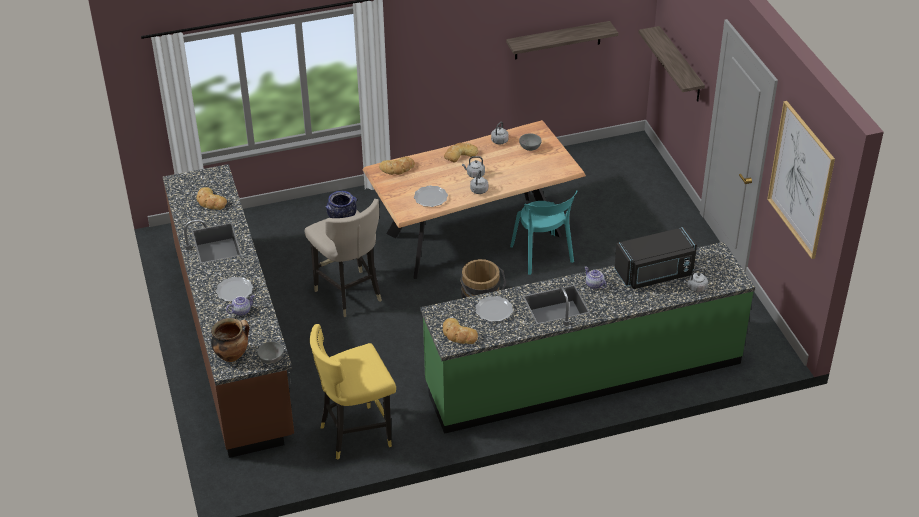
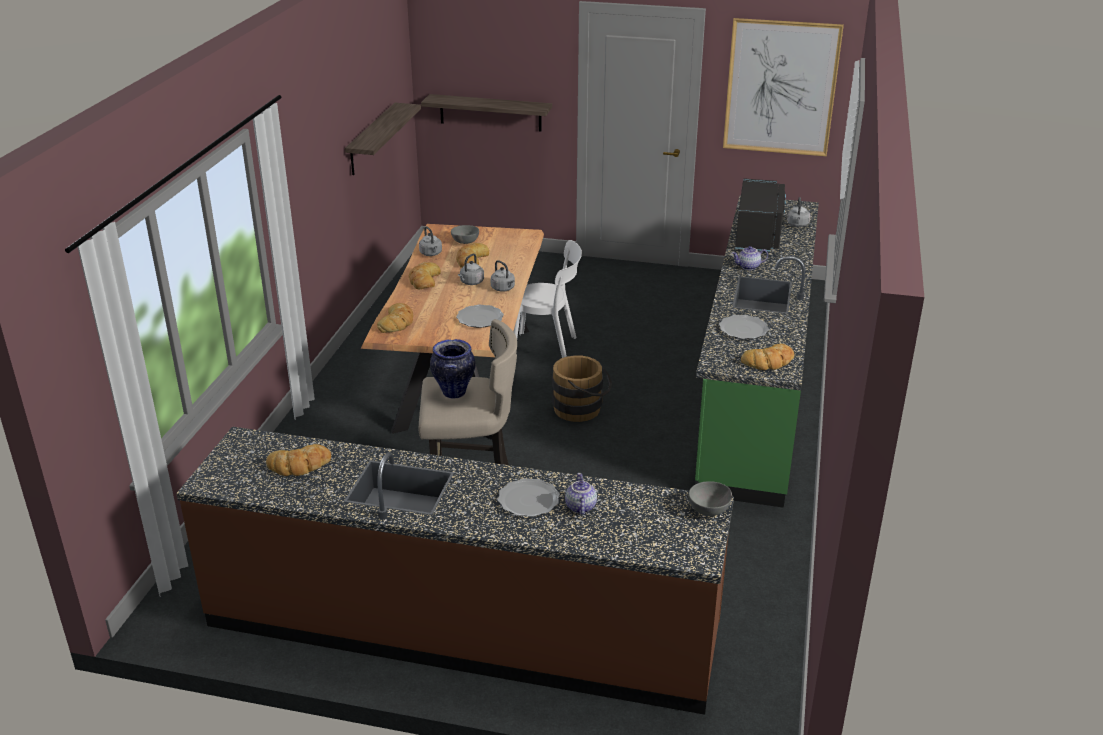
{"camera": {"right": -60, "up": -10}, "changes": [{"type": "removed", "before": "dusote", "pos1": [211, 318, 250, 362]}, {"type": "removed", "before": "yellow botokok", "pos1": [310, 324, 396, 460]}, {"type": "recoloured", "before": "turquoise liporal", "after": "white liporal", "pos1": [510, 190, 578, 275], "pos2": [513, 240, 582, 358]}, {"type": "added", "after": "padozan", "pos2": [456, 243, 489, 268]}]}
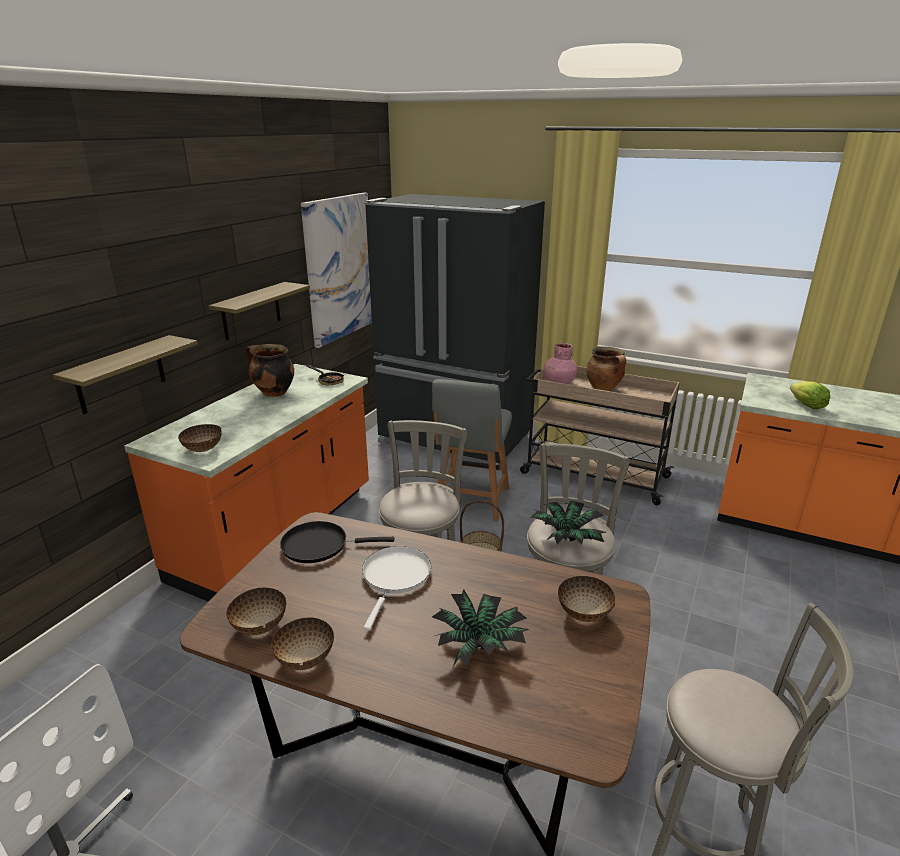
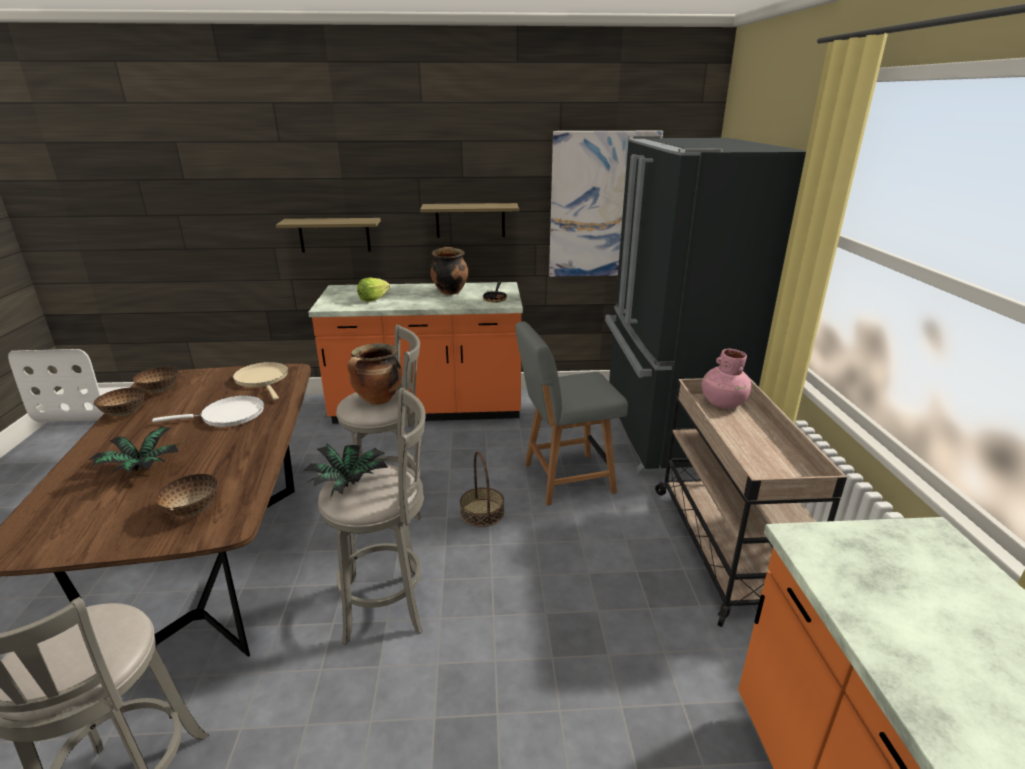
{"camera": {"right": 60, "up": 0}, "changes": [{"type": "removed", "before": "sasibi", "pos1": [178, 424, 222, 452]}, {"type": "recoloured", "before": "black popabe", "after": "beige popabe", "pos1": [280, 521, 394, 563], "pos2": [233, 362, 288, 400]}, {"type": "moved", "before": "dusote", "pos1": [586, 347, 626, 391], "pos2": [347, 343, 402, 405]}, {"type": "moved", "before": "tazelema", "pos1": [790, 381, 830, 410], "pos2": [357, 278, 390, 301]}]}
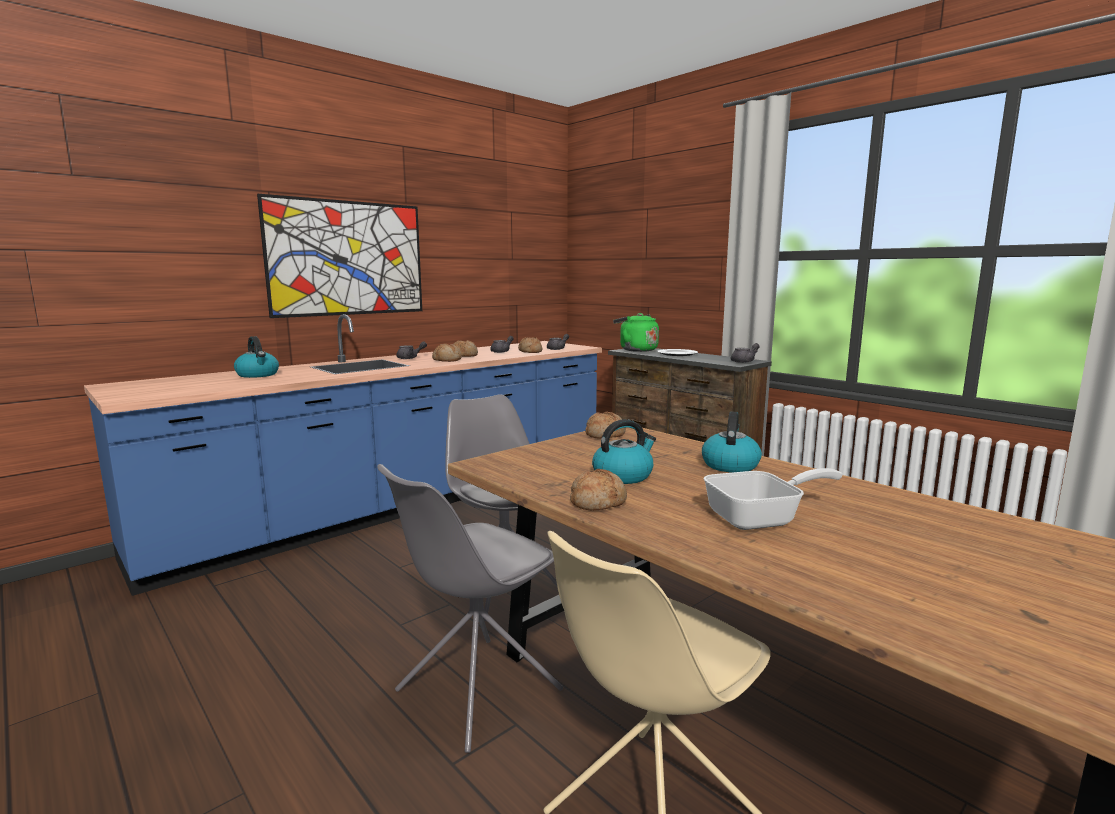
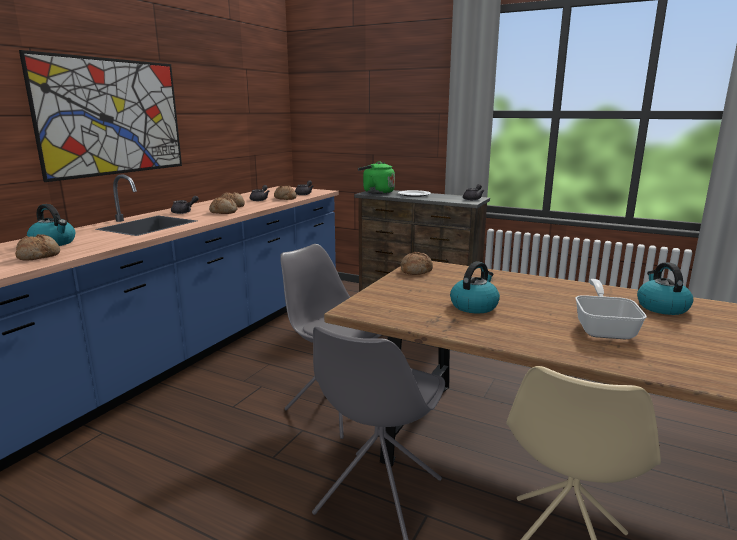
{"camera": {"right": -20, "up": 5}, "changes": [{"type": "moved", "before": "padozan", "pos1": [570, 469, 627, 511], "pos2": [15, 234, 60, 261]}, {"type": "moved", "before": "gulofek", "pos1": [702, 411, 762, 473], "pos2": [637, 262, 693, 315]}, {"type": "turned", "before": "popabe", "pos1": [704, 468, 843, 530], "pos2": [575, 279, 647, 339], "turn": -45}]}
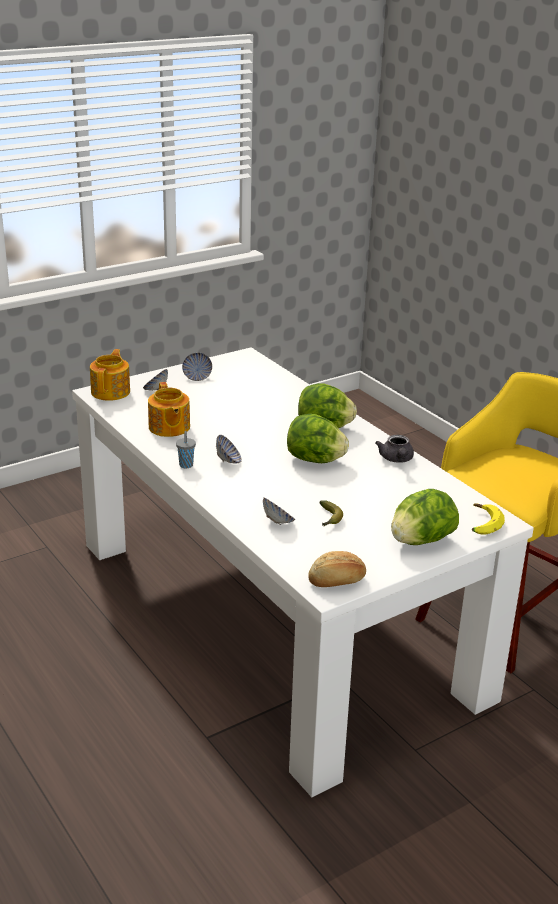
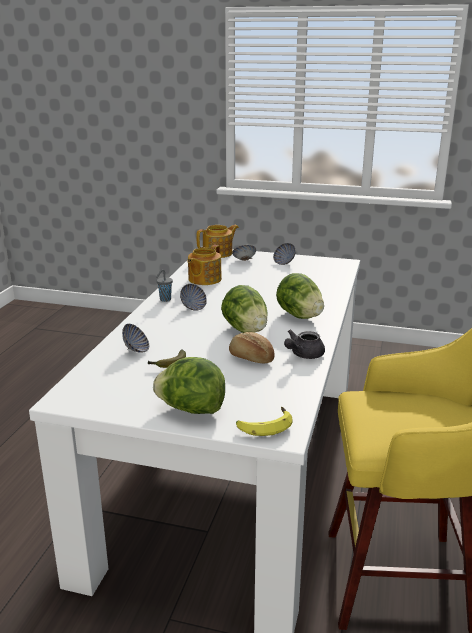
{"camera": {"right": 50, "up": -5}, "changes": [{"type": "moved", "before": "padozan", "pos1": [308, 551, 366, 587], "pos2": [229, 332, 275, 363]}]}
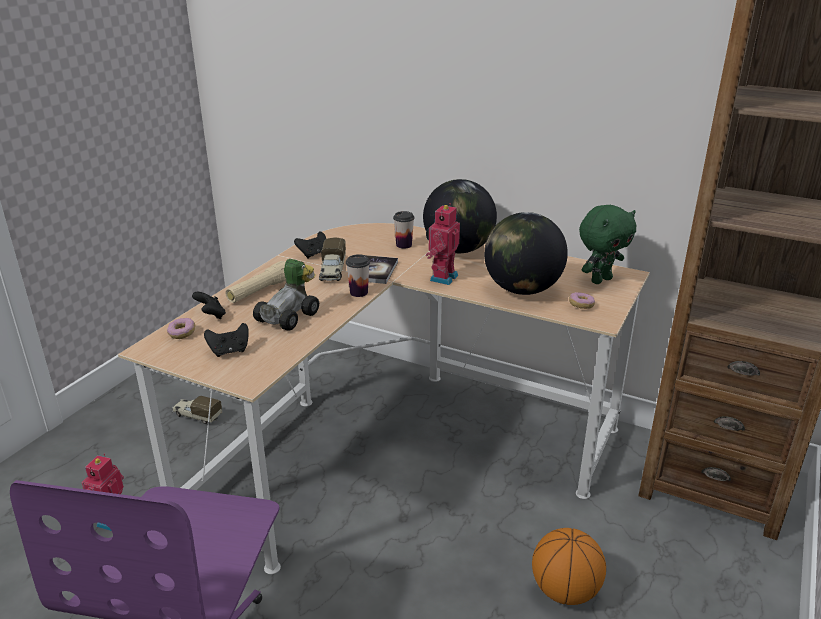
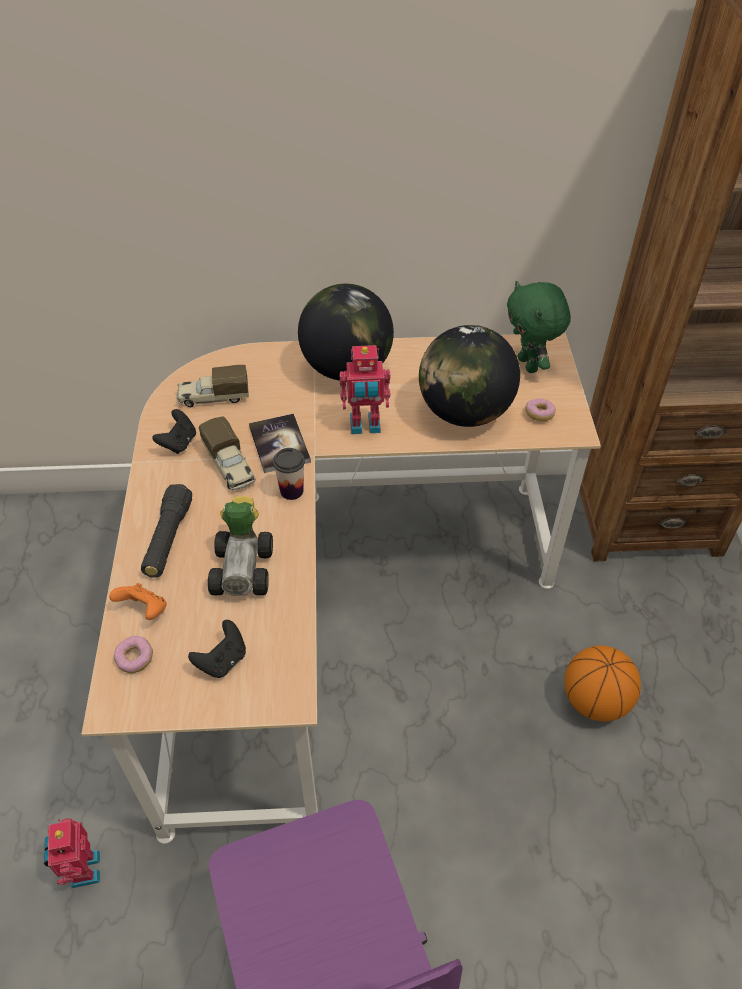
{"camera": {"right": -30, "up": 20}, "changes": [{"type": "moved", "before": "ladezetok", "pos1": [172, 396, 222, 424], "pos2": [177, 365, 249, 407]}, {"type": "recoloured", "before": "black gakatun", "after": "orange gakatun", "pos1": [192, 292, 226, 319], "pos2": [109, 583, 167, 620]}, {"type": "recoloured", "before": "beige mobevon", "after": "black mobevon", "pos1": [225, 261, 286, 303], "pos2": [141, 484, 192, 578]}, {"type": "removed", "before": "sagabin", "pos1": [393, 211, 414, 249]}, {"type": "turned", "before": "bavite", "pos1": [426, 203, 460, 285], "pos2": [340, 345, 391, 434], "turn": -90}, {"type": "turned", "before": "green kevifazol", "pos1": [579, 205, 636, 284], "pos2": [507, 281, 571, 373], "turn": 135}]}
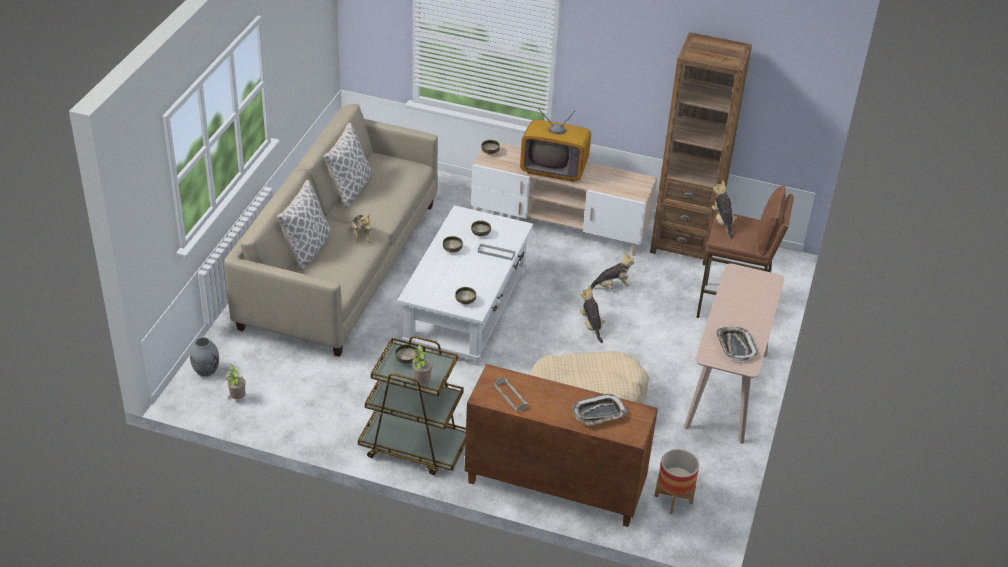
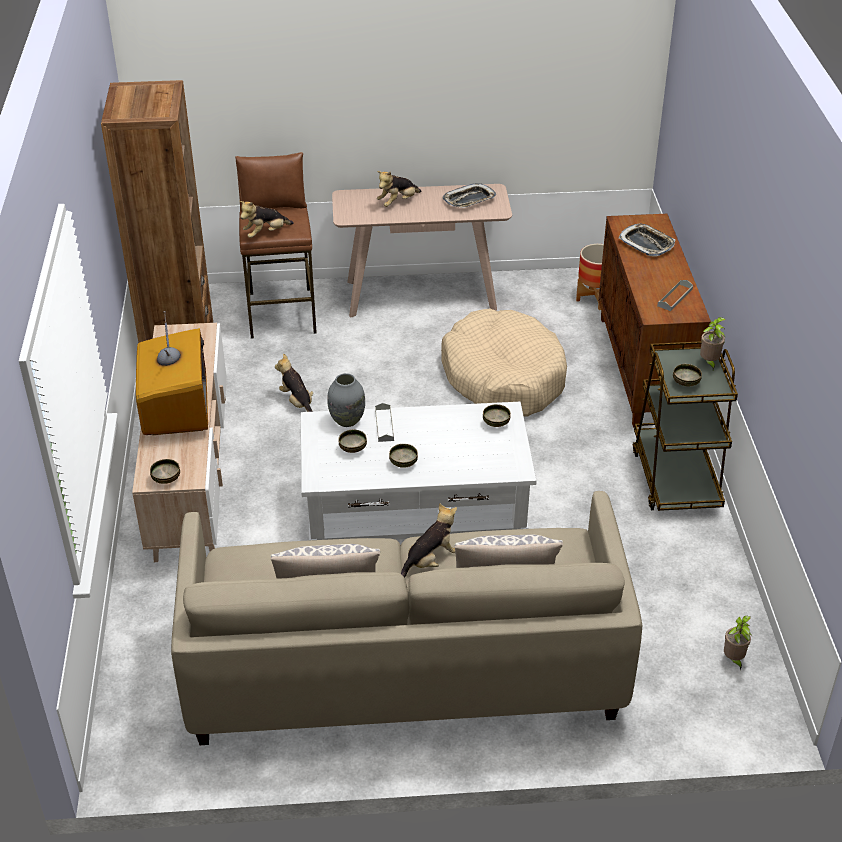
{"camera": {"right": -110, "up": 0}, "changes": [{"type": "moved", "before": "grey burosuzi", "pos1": [190, 337, 219, 377], "pos2": [327, 373, 365, 427]}, {"type": "moved", "before": "kevifazol", "pos1": [580, 286, 605, 343], "pos2": [377, 171, 421, 207]}]}
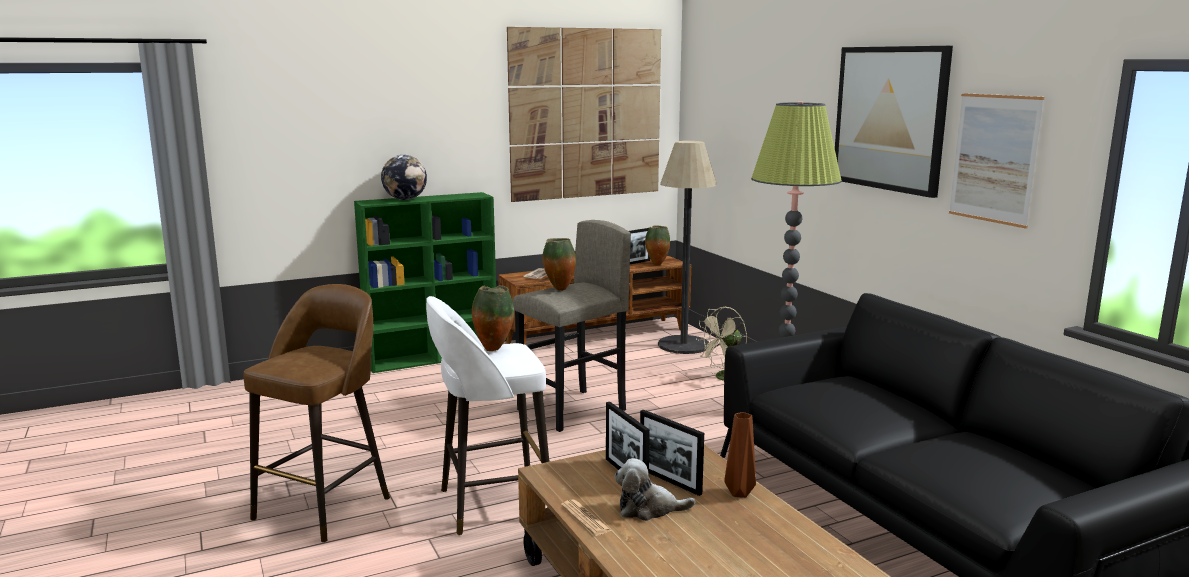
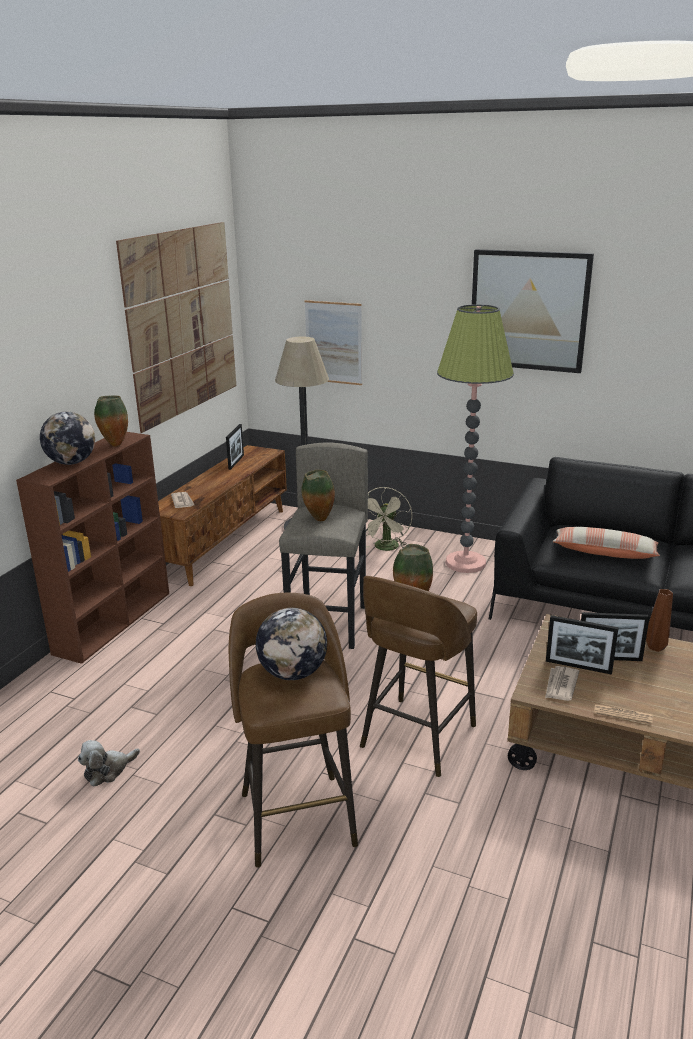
{"camera": {"right": -40, "up": 10}, "changes": [{"type": "recoloured", "before": "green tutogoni", "after": "brown tutogoni", "pos1": [354, 192, 496, 373], "pos2": [16, 432, 169, 664]}, {"type": "recoloured", "before": "white botokok", "after": "brown botokok", "pos1": [426, 296, 549, 535], "pos2": [360, 576, 477, 777]}, {"type": "moved", "before": "kevifazol", "pos1": [615, 458, 695, 521], "pos2": [78, 740, 140, 787]}, {"type": "moved", "before": "burosuzi", "pos1": [645, 225, 670, 265], "pos2": [94, 396, 128, 447]}, {"type": "moved", "before": "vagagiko", "pos1": [949, 93, 1044, 229], "pos2": [304, 300, 362, 385]}, {"type": "added", "after": "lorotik", "pos2": [256, 608, 327, 680]}, {"type": "added", "after": "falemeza", "pos2": [545, 666, 579, 701]}, {"type": "added", "after": "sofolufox", "pos2": [553, 527, 660, 559]}]}
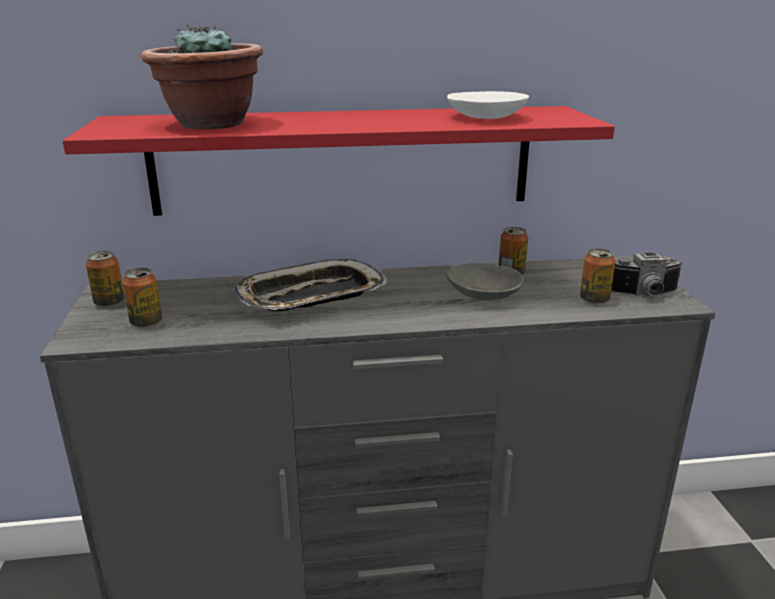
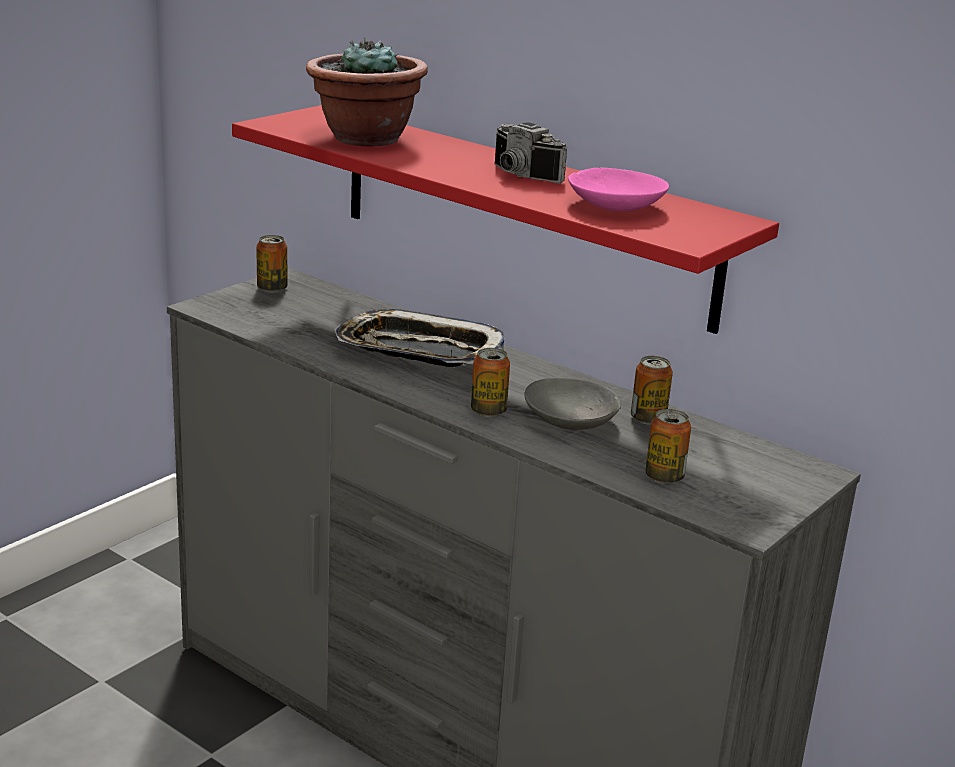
{"camera": {"right": 45, "up": 0}, "changes": [{"type": "moved", "before": "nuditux", "pos1": [122, 268, 162, 328], "pos2": [471, 348, 510, 417]}, {"type": "recoloured", "before": "white sasibi", "after": "pink sasibi", "pos1": [447, 91, 529, 119], "pos2": [568, 167, 669, 211]}, {"type": "moved", "before": "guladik", "pos1": [611, 253, 682, 296], "pos2": [495, 122, 567, 184]}]}
